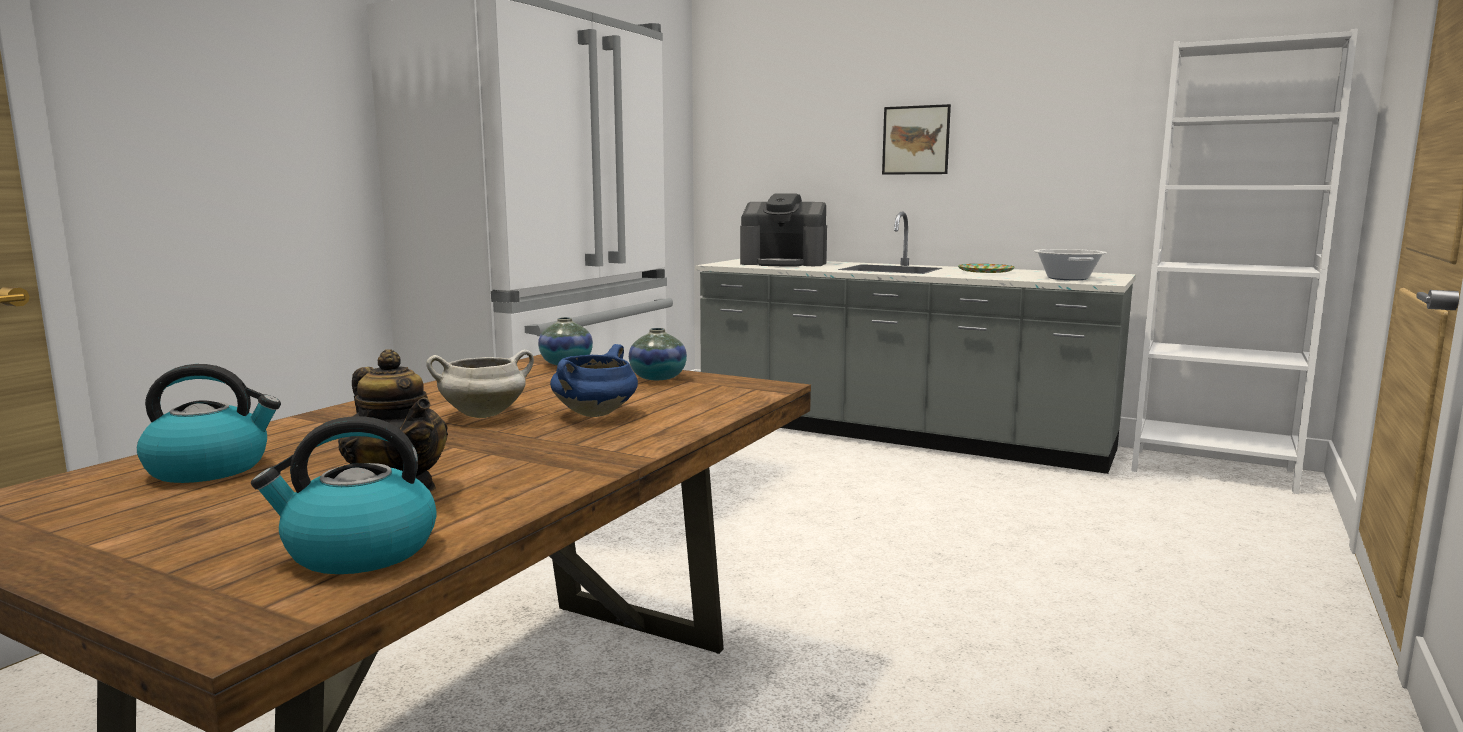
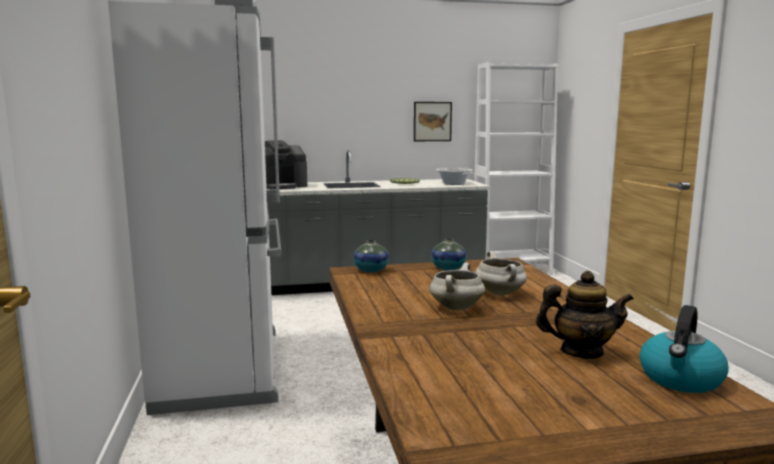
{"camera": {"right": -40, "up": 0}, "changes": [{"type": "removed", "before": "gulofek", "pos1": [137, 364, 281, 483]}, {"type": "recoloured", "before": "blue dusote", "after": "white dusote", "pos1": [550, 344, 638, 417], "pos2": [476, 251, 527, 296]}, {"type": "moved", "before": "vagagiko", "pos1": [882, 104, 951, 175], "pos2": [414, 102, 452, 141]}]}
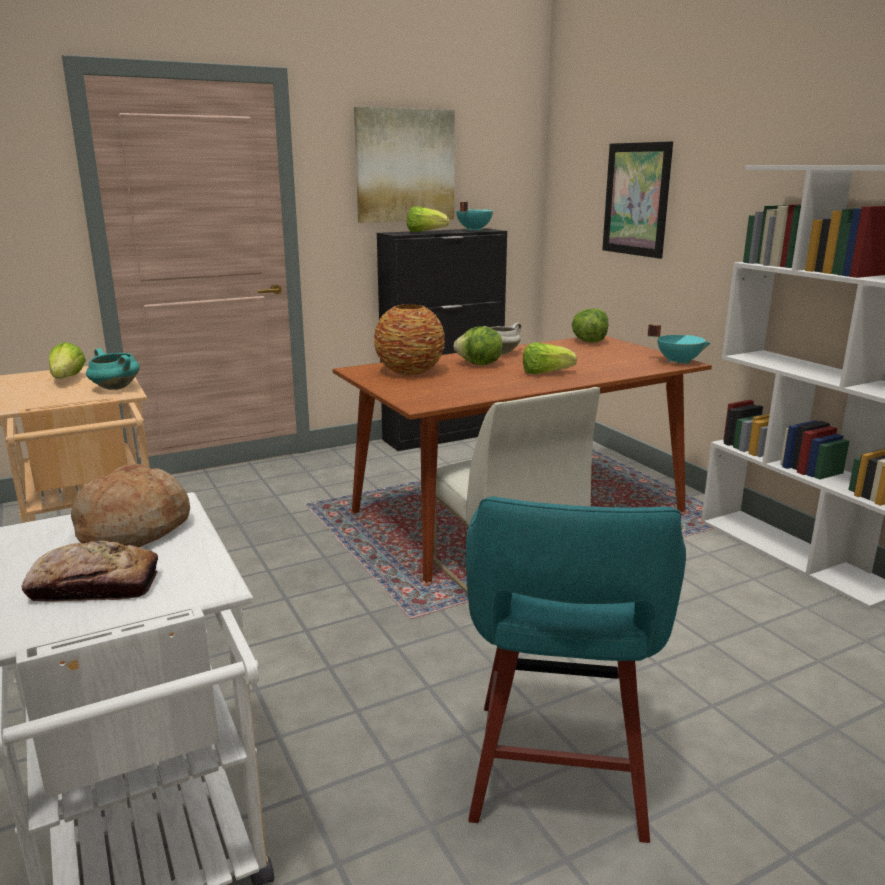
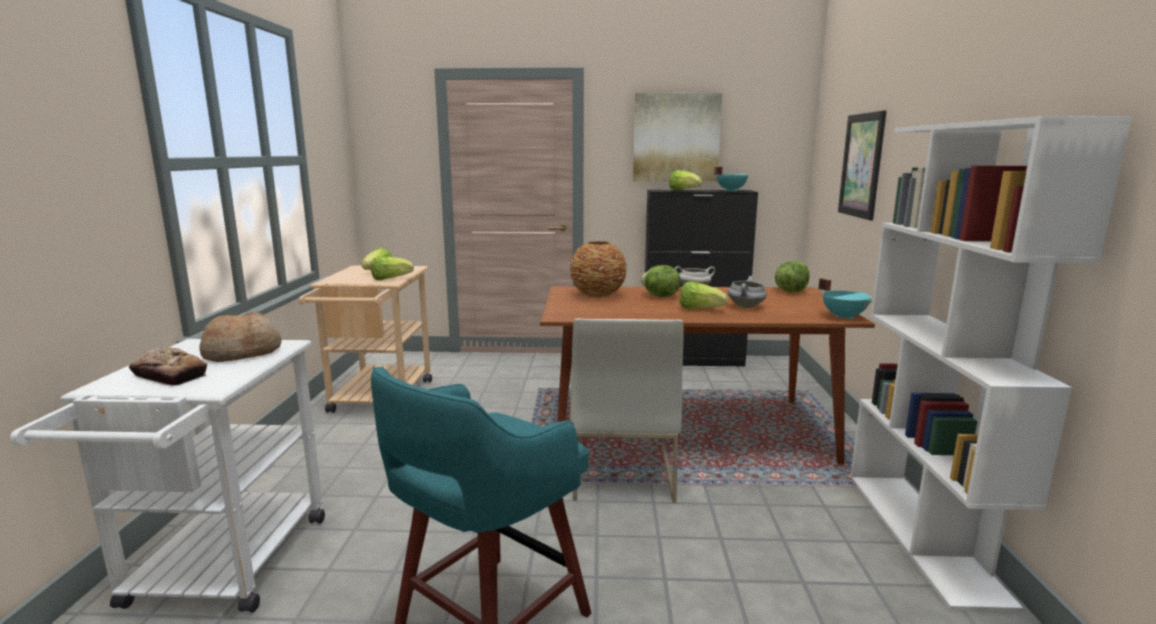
{"camera": {"right": 30, "up": -5}, "changes": [{"type": "replaced", "before": "turquoise dusote", "after": "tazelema", "pos1": [86, 348, 140, 390], "pos2": [371, 256, 414, 280]}, {"type": "added", "after": "grey dusote", "pos2": [728, 276, 767, 308]}]}
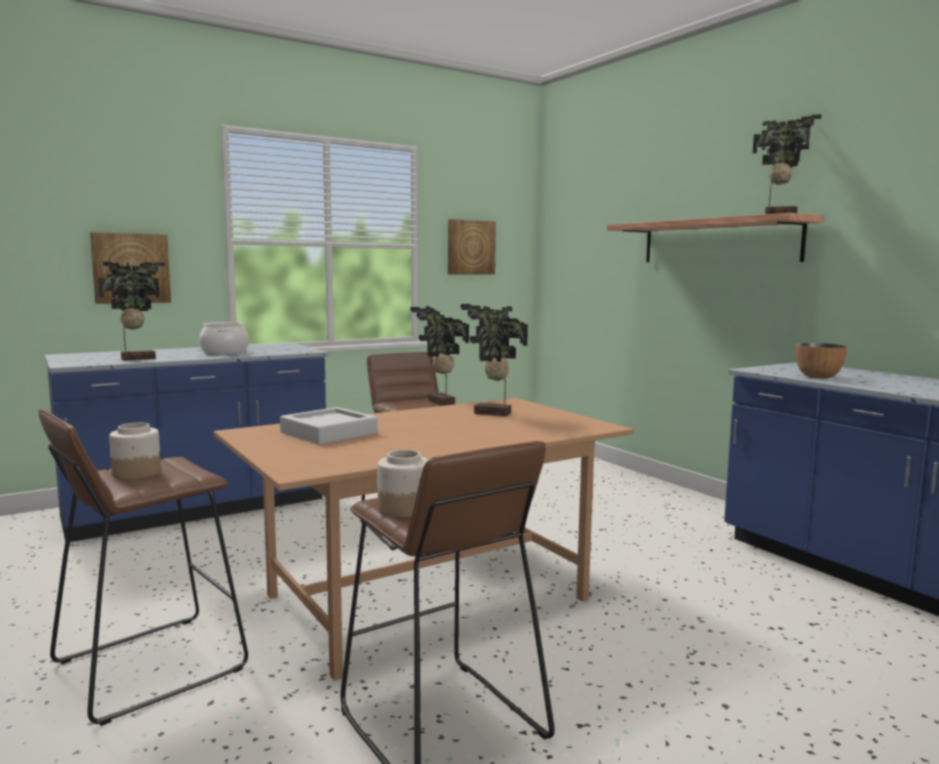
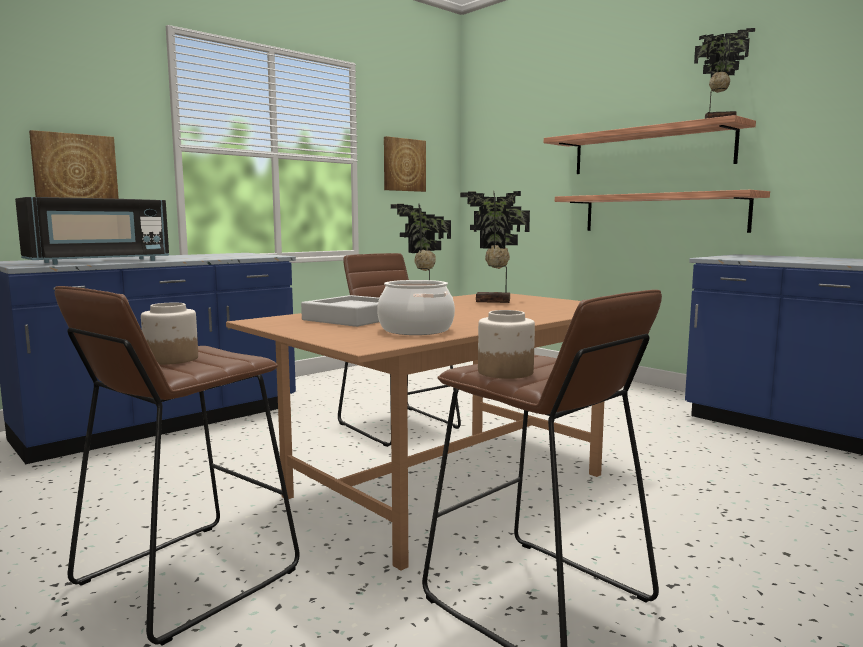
{"camera": {"right": -10, "up": 0}, "changes": [{"type": "replaced", "before": "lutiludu", "after": "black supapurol", "pos1": [98, 262, 165, 361], "pos2": [15, 197, 169, 265]}, {"type": "moved", "before": "dusote", "pos1": [199, 322, 249, 354], "pos2": [377, 280, 455, 335]}, {"type": "removed", "before": "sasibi", "pos1": [795, 343, 847, 379]}, {"type": "added", "after": "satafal", "pos2": [555, 190, 770, 233]}]}
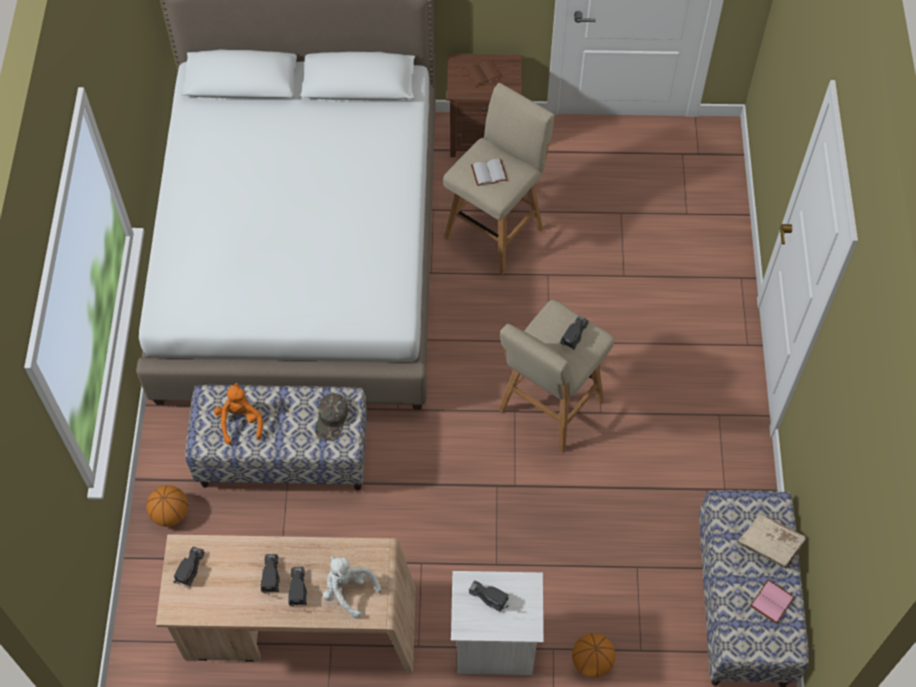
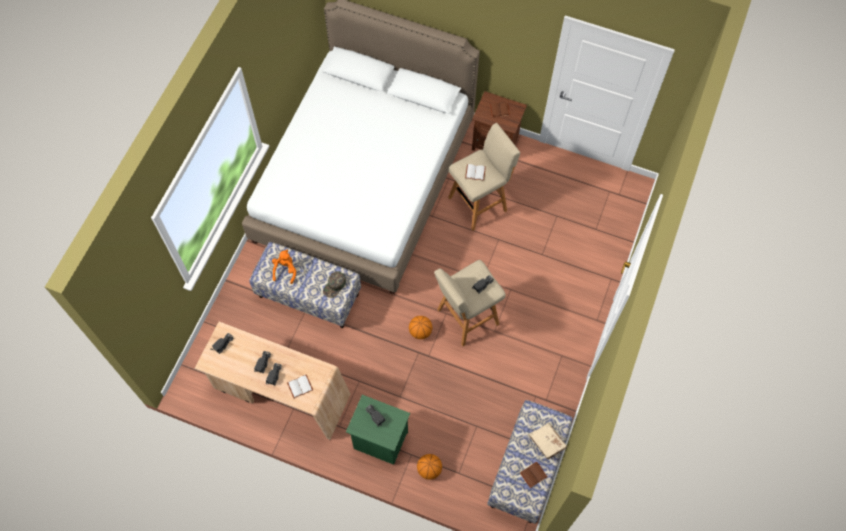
{"camera": {"right": 20, "up": 5}, "changes": [{"type": "moved", "before": "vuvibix", "pos1": [146, 485, 188, 527], "pos2": [409, 316, 432, 339]}, {"type": "replaced", "before": "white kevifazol", "after": "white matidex", "pos1": [323, 556, 382, 619], "pos2": [287, 374, 313, 398]}, {"type": "recoloured", "before": "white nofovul", "after": "green nofovul", "pos1": [451, 571, 544, 675], "pos2": [346, 395, 410, 465]}, {"type": "recoloured", "before": "pink matidex", "after": "brown matidex", "pos1": [750, 579, 795, 624], "pos2": [520, 462, 547, 488]}]}
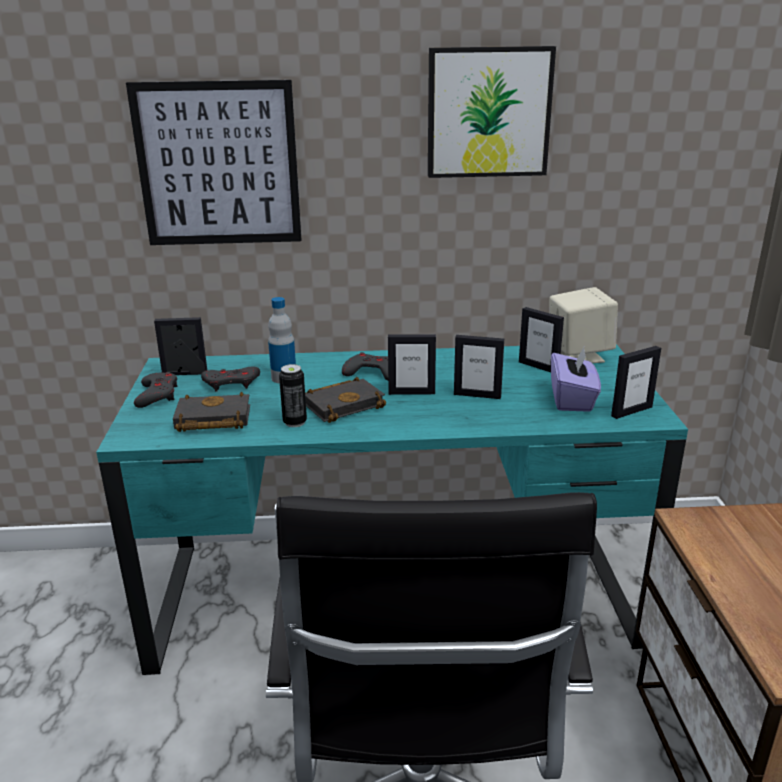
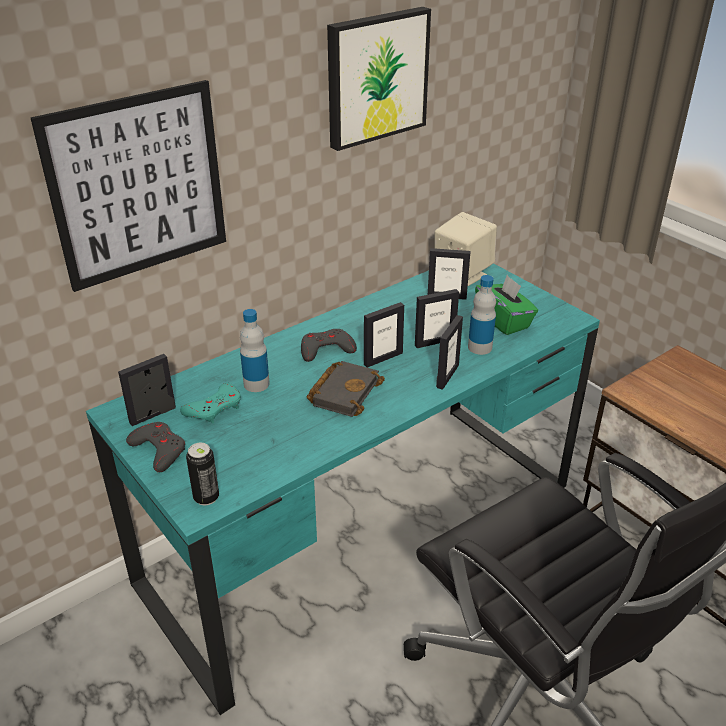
{"camera": {"right": -35, "up": 10}, "changes": [{"type": "removed", "before": "black matidex", "pos1": [173, 392, 250, 432]}, {"type": "recoloured", "before": "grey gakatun", "after": "turquoise gakatun", "pos1": [201, 367, 260, 391], "pos2": [180, 383, 241, 424]}, {"type": "moved", "before": "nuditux", "pos1": [279, 364, 307, 427], "pos2": [186, 443, 219, 505]}, {"type": "recoloured", "before": "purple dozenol", "after": "green dozenol", "pos1": [551, 347, 601, 412], "pos2": [475, 275, 538, 335]}, {"type": "moved", "before": "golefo", "pos1": [611, 346, 661, 419], "pos2": [436, 315, 463, 390]}, {"type": "added", "after": "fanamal", "pos2": [468, 275, 496, 355]}]}
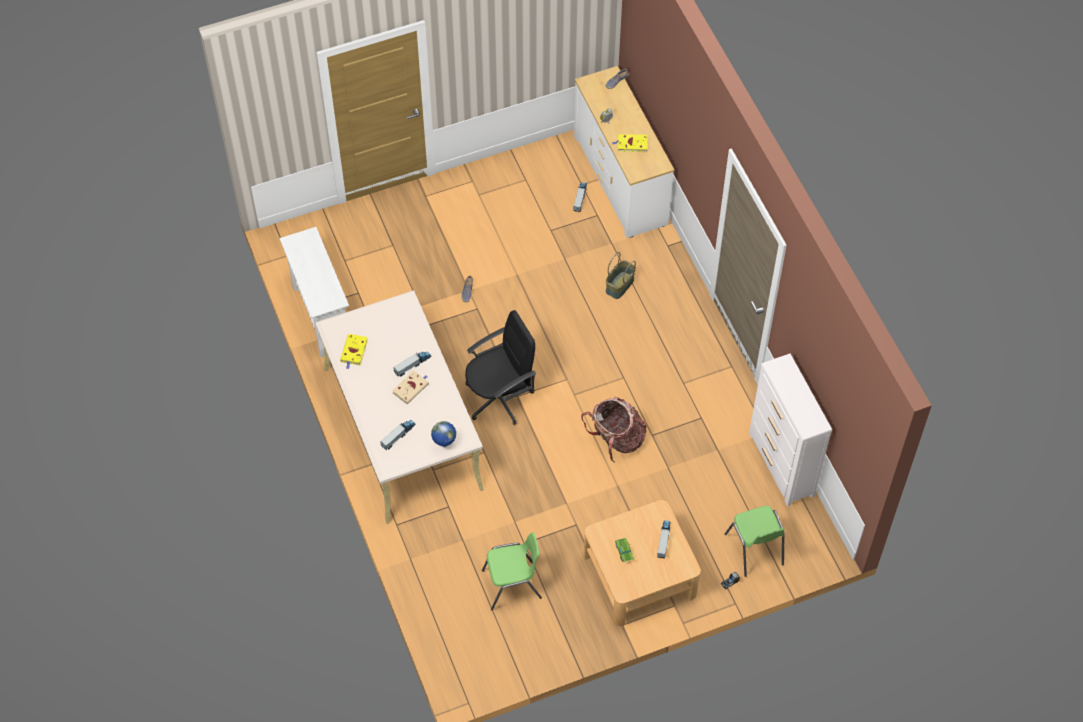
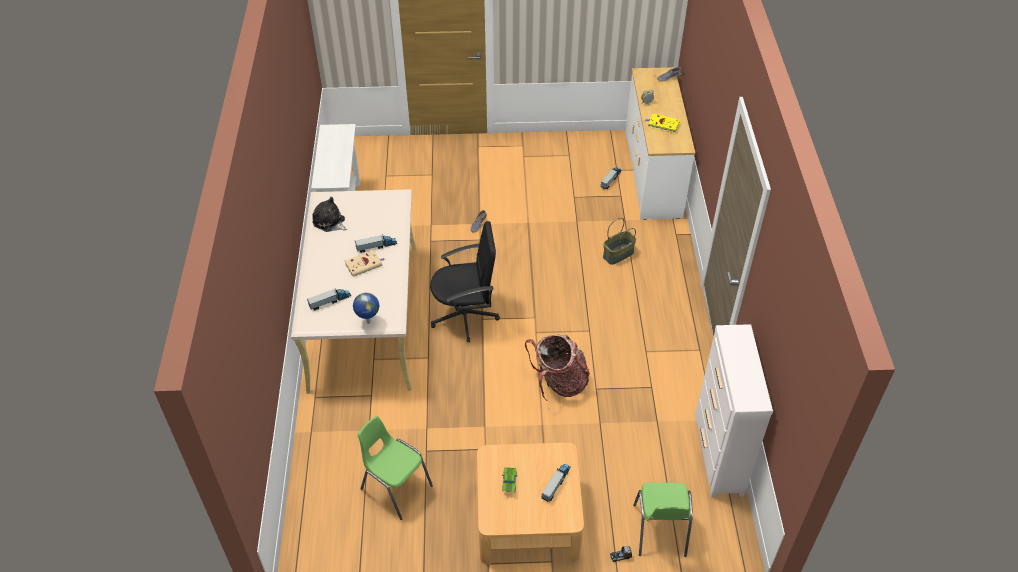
{"camera": {"right": 20, "up": -10}, "changes": [{"type": "replaced", "before": "yellow matidex", "after": "kevifazol", "pos1": [340, 334, 368, 369], "pos2": [312, 197, 348, 232]}, {"type": "turned", "before": "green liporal", "pos1": [482, 532, 542, 610], "pos2": [358, 416, 433, 520], "turn": -150}]}
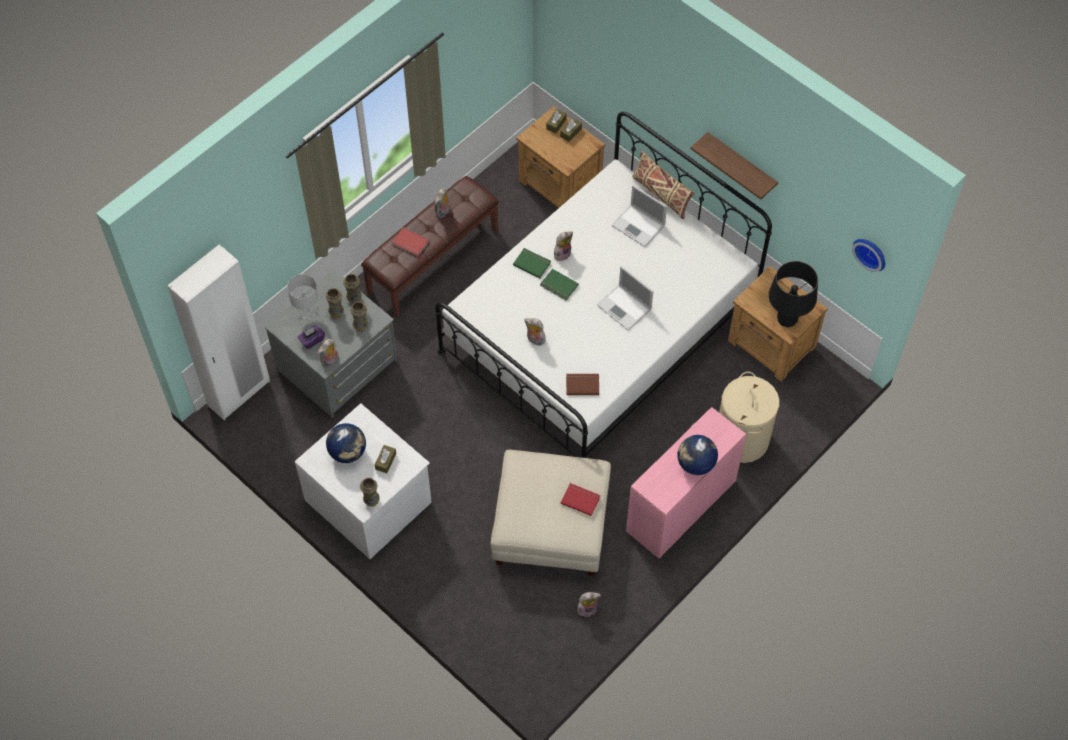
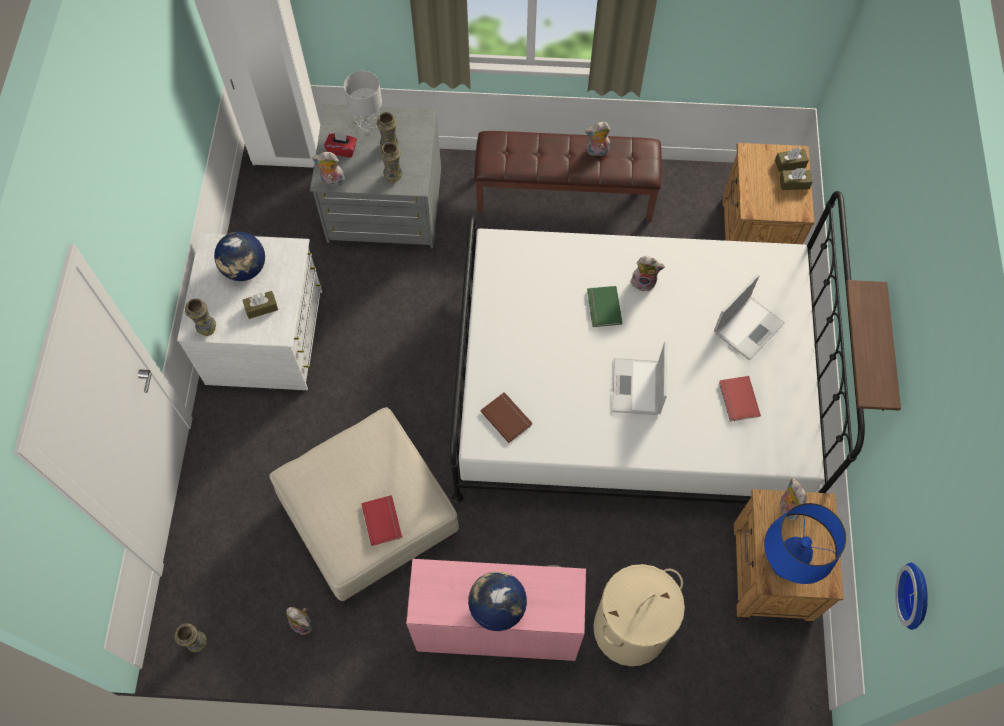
{"camera": {"right": 50, "up": 5}, "changes": [{"type": "recoloured", "before": "purple dozenol", "after": "red dozenol", "pos1": [298, 325, 325, 349], "pos2": [324, 132, 357, 158]}, {"type": "moved", "before": "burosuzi", "pos1": [343, 274, 362, 304], "pos2": [175, 623, 207, 652]}, {"type": "moved", "before": "red matidex", "pos1": [392, 227, 429, 257], "pos2": [719, 376, 761, 422]}, {"type": "removed", "before": "green matidex", "pos1": [513, 248, 551, 278]}, {"type": "moved", "before": "kevifazol", "pos1": [524, 318, 546, 346], "pos2": [780, 477, 807, 520]}, {"type": "turned", "before": "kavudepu", "pos1": [612, 185, 667, 247], "pos2": [714, 274, 785, 360], "turn": -135}, {"type": "removed", "before": "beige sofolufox", "pos1": [632, 151, 694, 219]}, {"type": "recoloured", "before": "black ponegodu", "after": "blue ponegodu", "pos1": [769, 261, 818, 327], "pos2": [764, 503, 846, 584]}]}
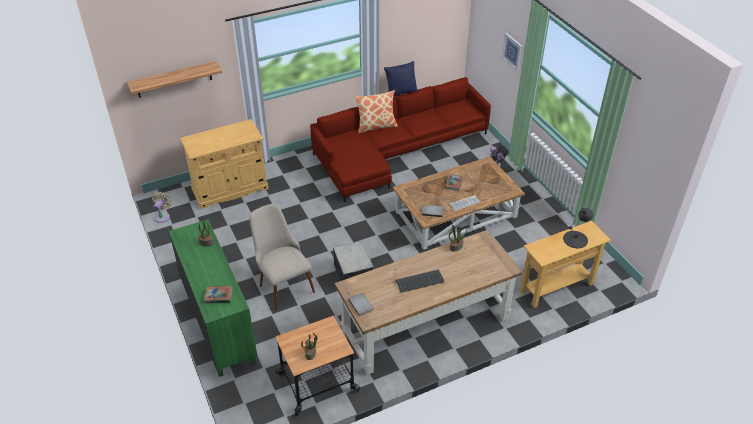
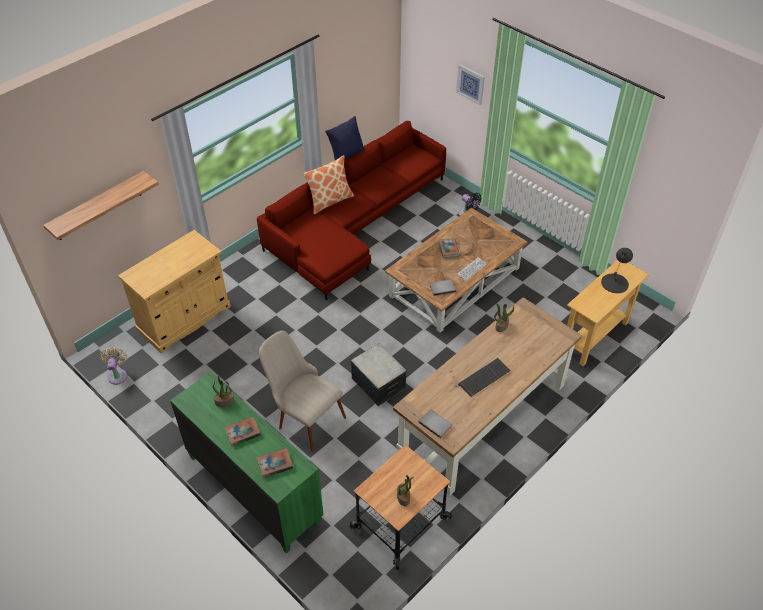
{"camera": {"right": -20, "up": 5}, "changes": [{"type": "added", "after": "matidex", "pos2": [224, 416, 261, 447]}]}
